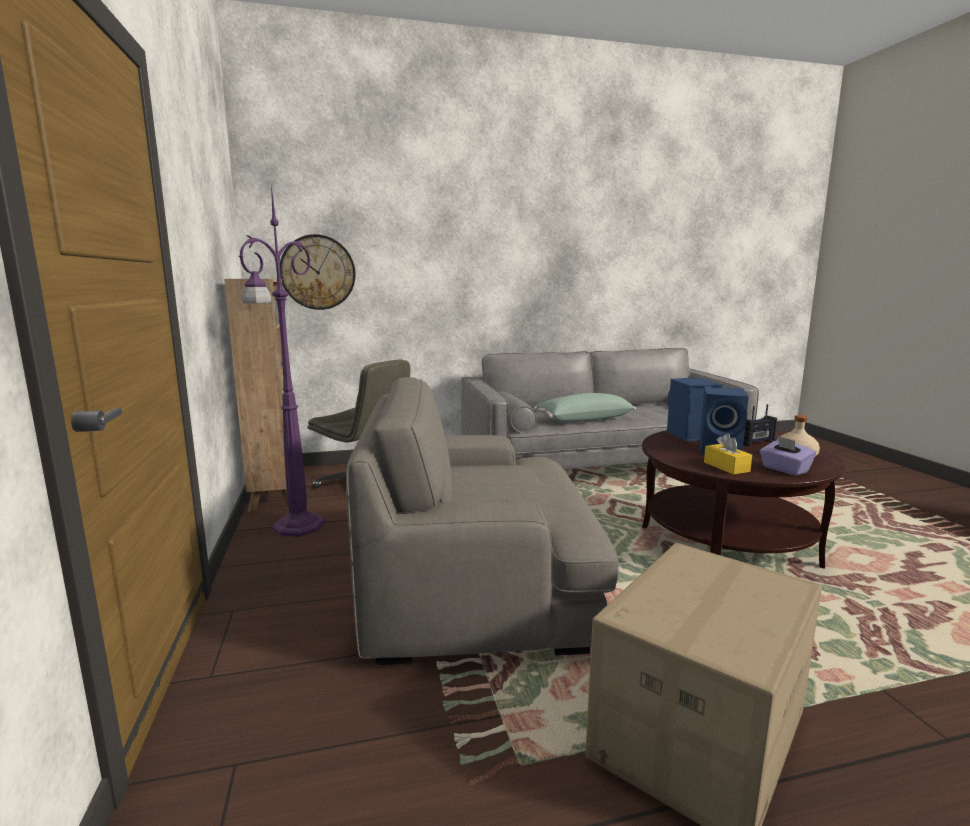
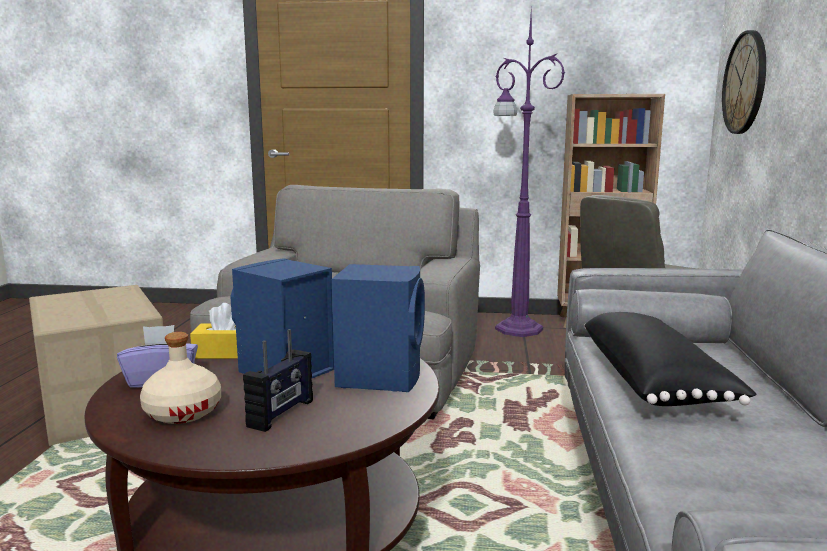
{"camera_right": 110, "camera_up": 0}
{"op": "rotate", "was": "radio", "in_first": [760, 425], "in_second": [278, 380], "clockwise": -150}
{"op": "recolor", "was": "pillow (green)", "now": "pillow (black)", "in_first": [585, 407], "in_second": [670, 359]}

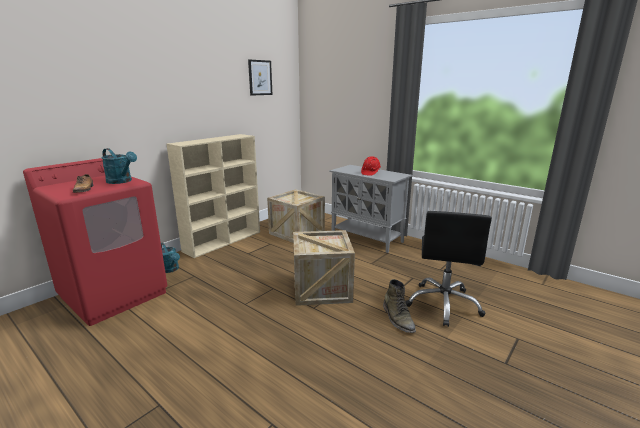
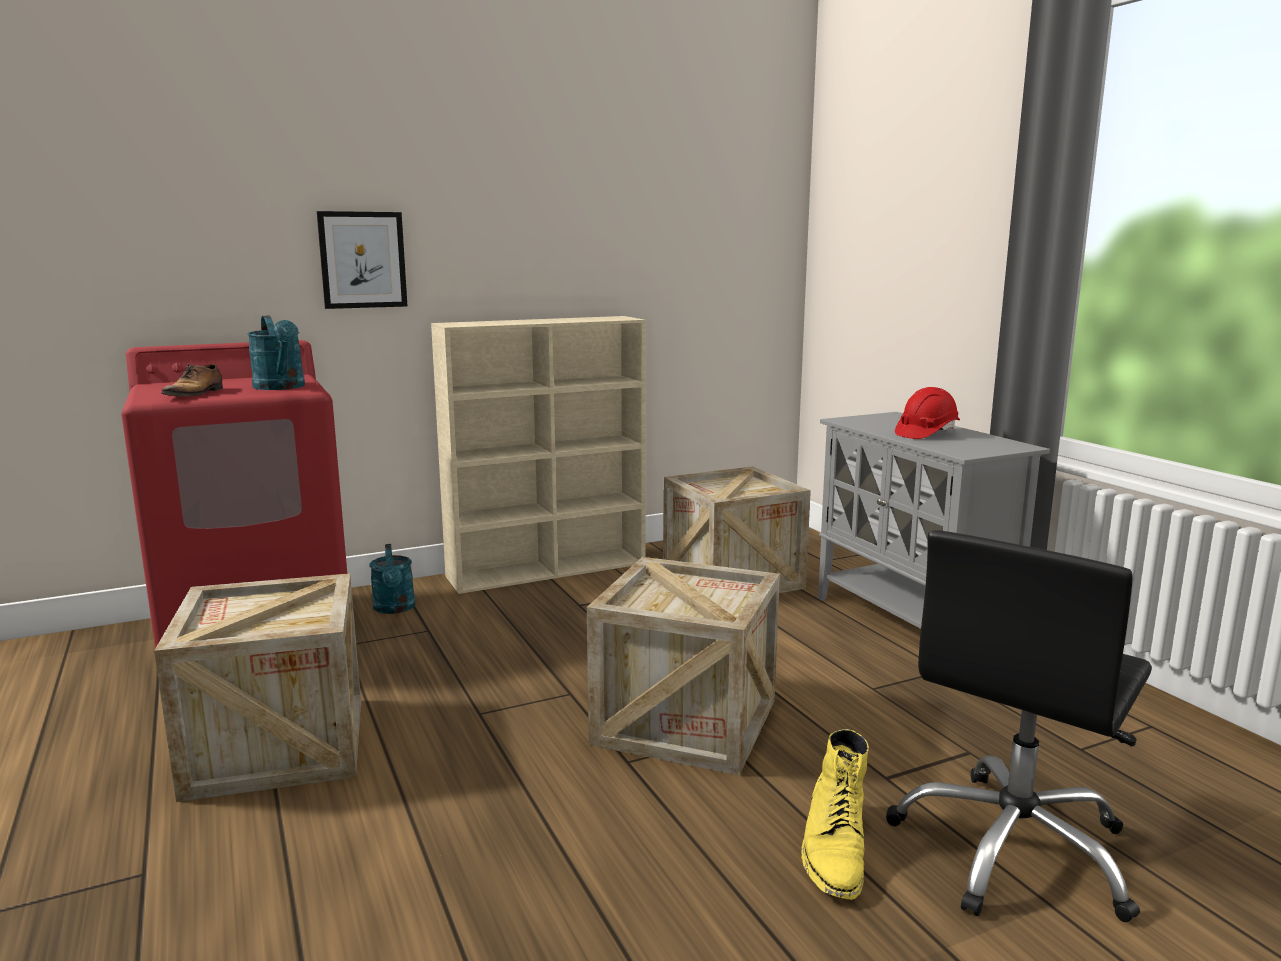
{"camera_right": 25, "camera_up": -5}
{"op": "insert", "now": "crate", "in_second": [257, 687]}
{"op": "move", "was": "picture", "in_first": [260, 77], "in_second": [362, 260]}
{"op": "recolor", "was": "boot (green)", "now": "boot (yellow)", "in_first": [399, 306], "in_second": [835, 814]}

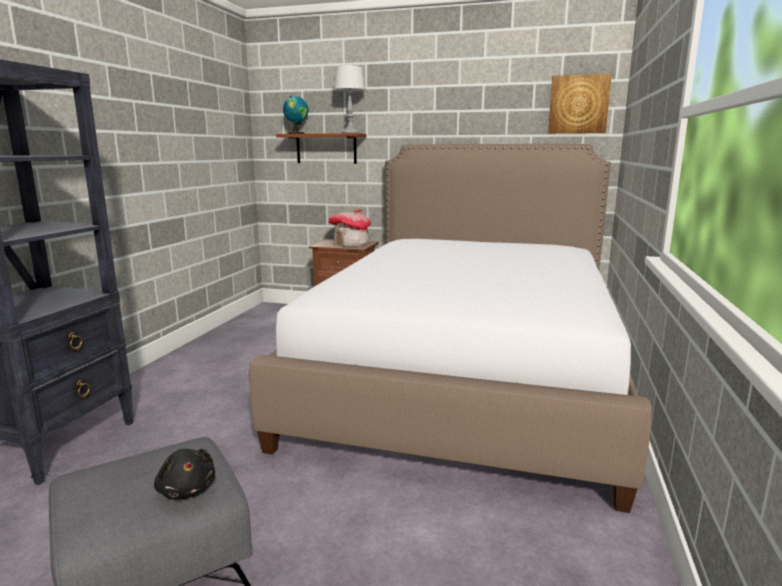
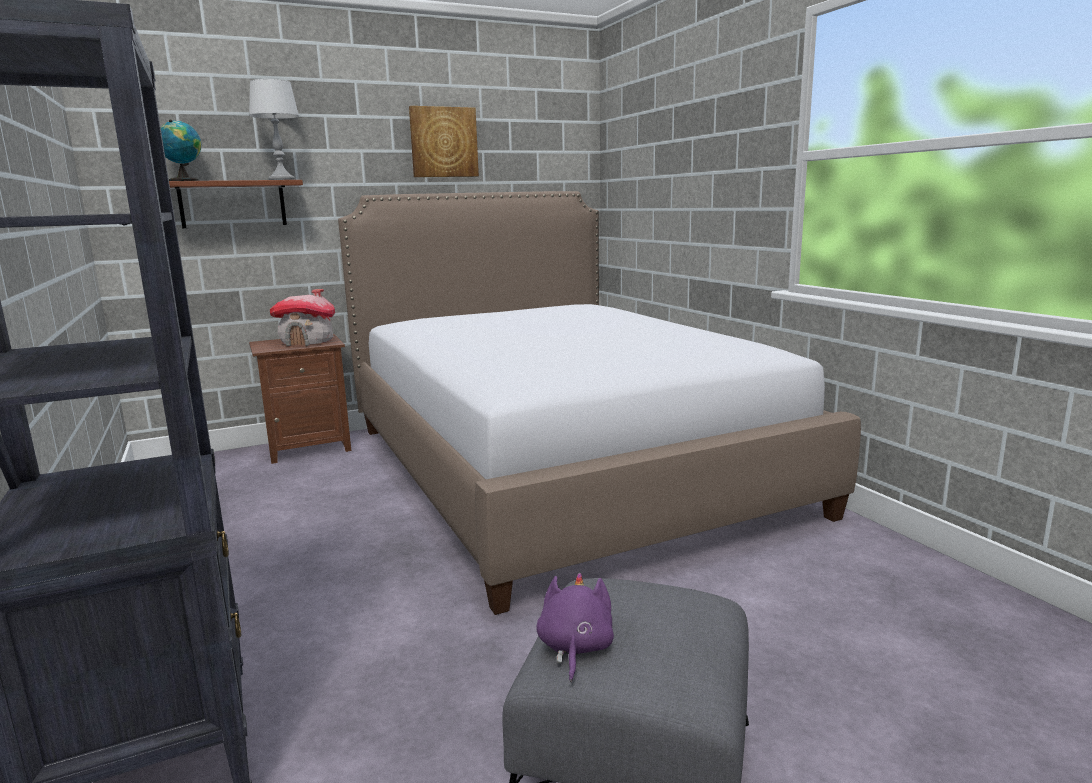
{"camera_right": -40, "camera_up": 0}
{"op": "move", "was": "picture", "in_first": [580, 103], "in_second": [444, 141]}
{"op": "insert", "now": "plush toy (purple)", "in_second": [575, 627]}
{"op": "delete", "was": "plush toy (black)", "in_first": [184, 474]}

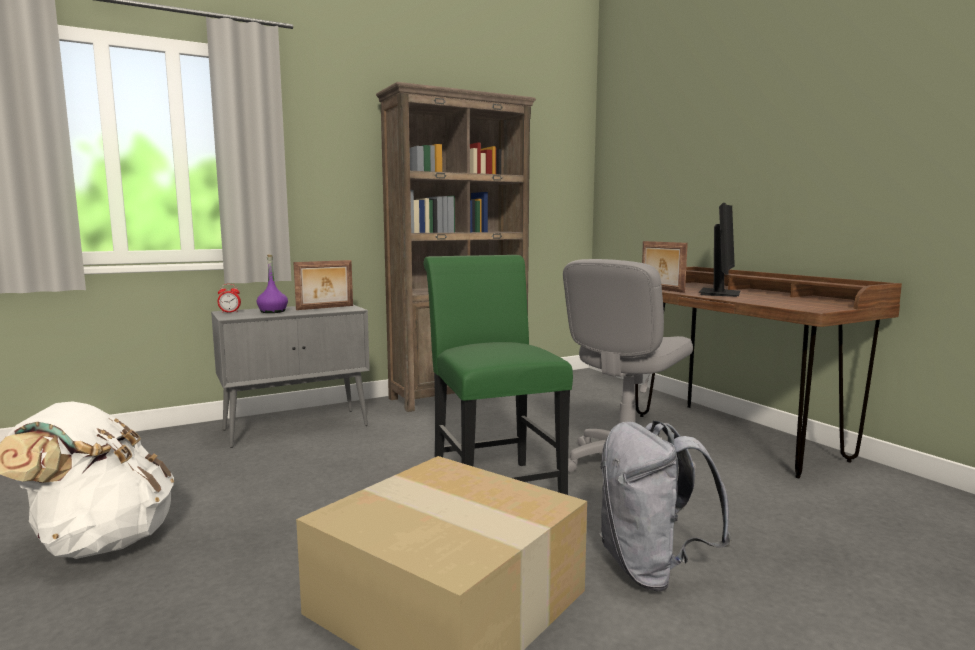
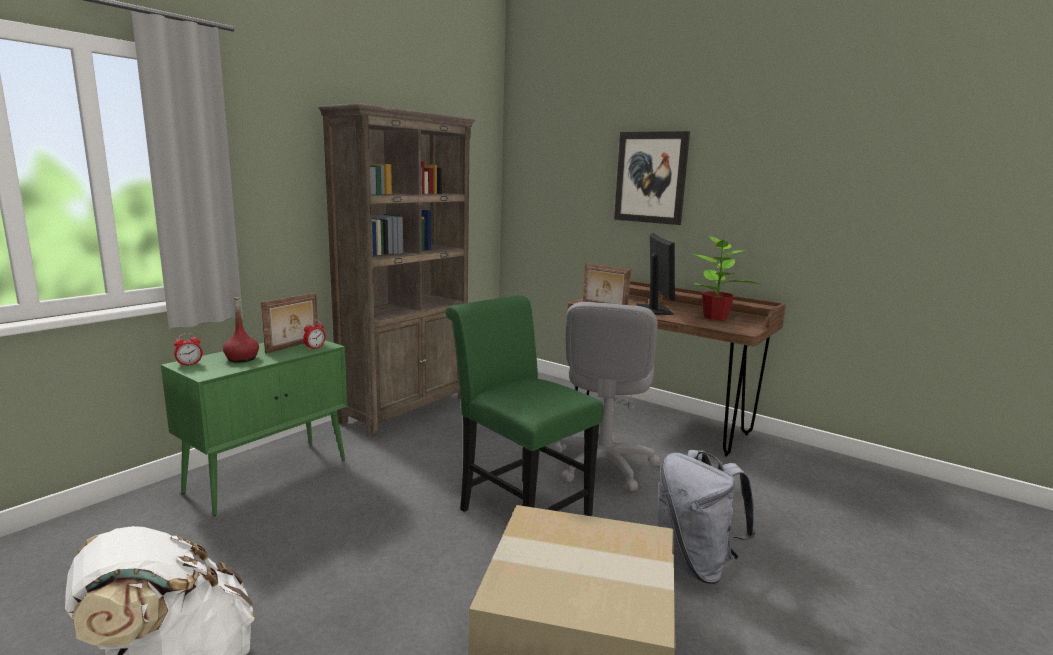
{"camera_right": -25, "camera_up": 5}
{"op": "recolor", "was": "cabinet (grey)", "now": "cabinet (green)", "in_first": [290, 376], "in_second": [254, 428]}
{"op": "recolor", "was": "bottle (purple)", "now": "bottle (red)", "in_first": [272, 284], "in_second": [241, 330]}
{"op": "insert", "now": "alarm clock", "in_second": [314, 335]}
{"op": "insert", "now": "picture", "in_second": [652, 178]}
{"op": "insert", "now": "potted plant", "in_second": [726, 277]}

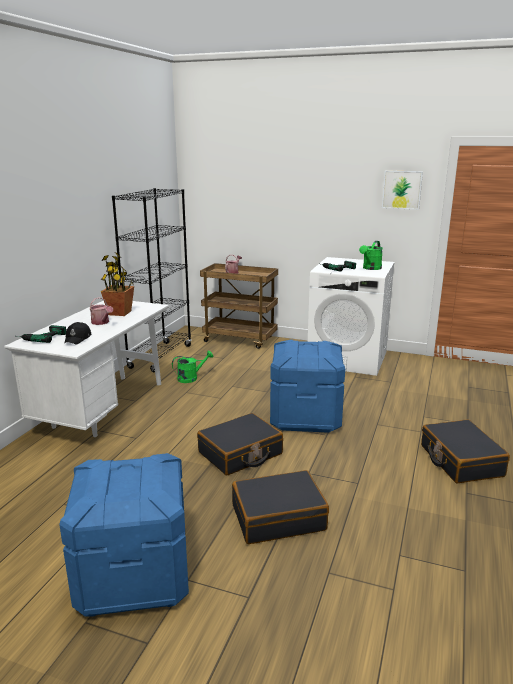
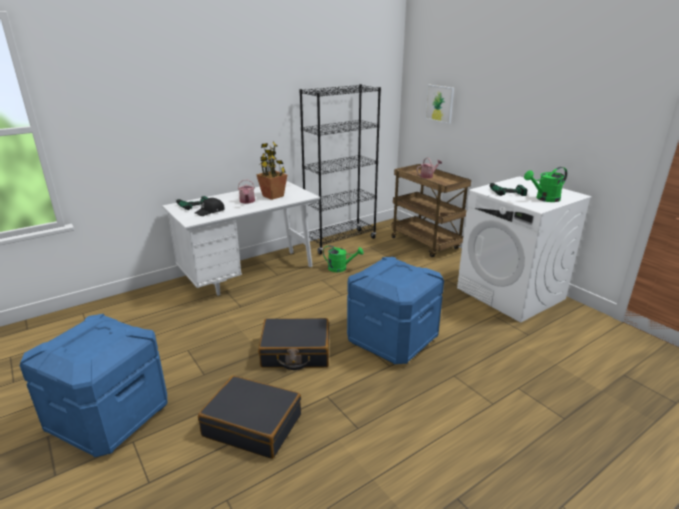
{"camera_right": 35, "camera_up": 5}
{"op": "move", "was": "picture", "in_first": [402, 190], "in_second": [439, 104]}
{"op": "delete", "was": "suitcase (black)", "in_first": [465, 451]}

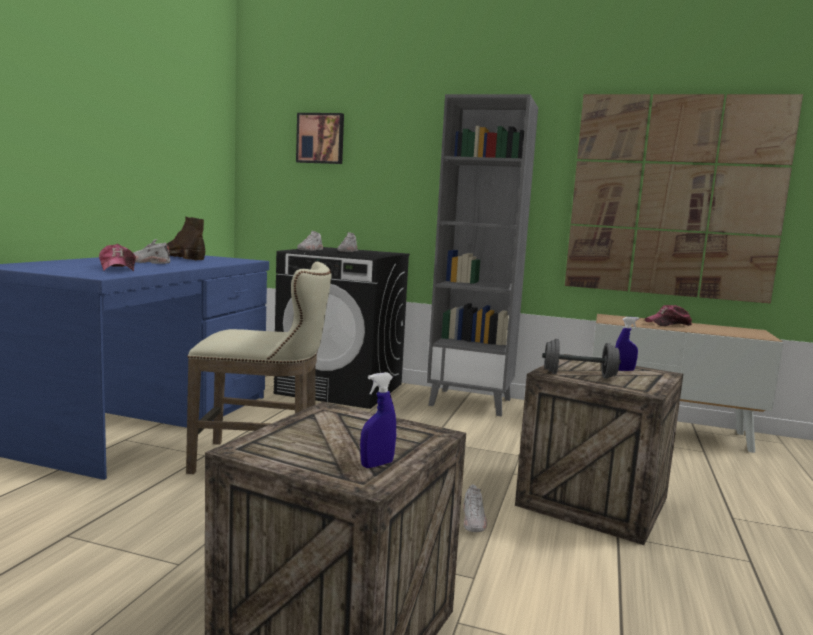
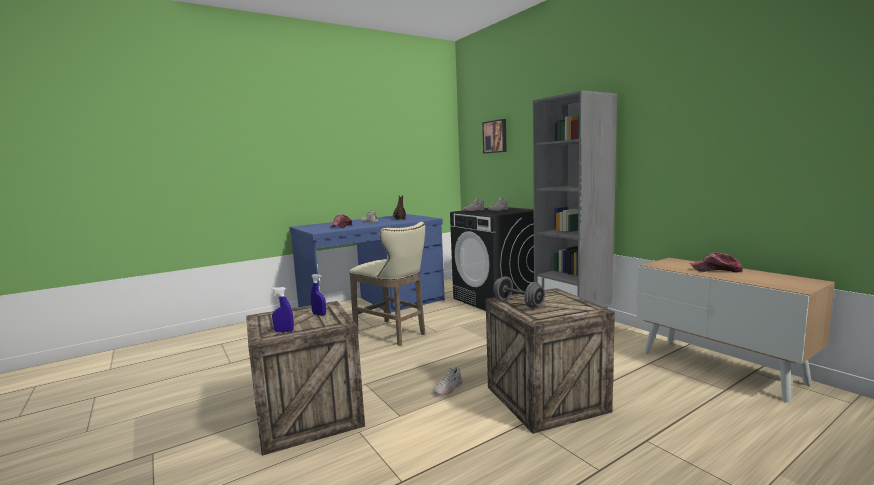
{"camera_right": 40, "camera_up": 0}
{"op": "move", "was": "spray bottle (blue)", "in_first": [627, 344], "in_second": [318, 295]}
{"op": "delete", "was": "picture", "in_first": [684, 199]}

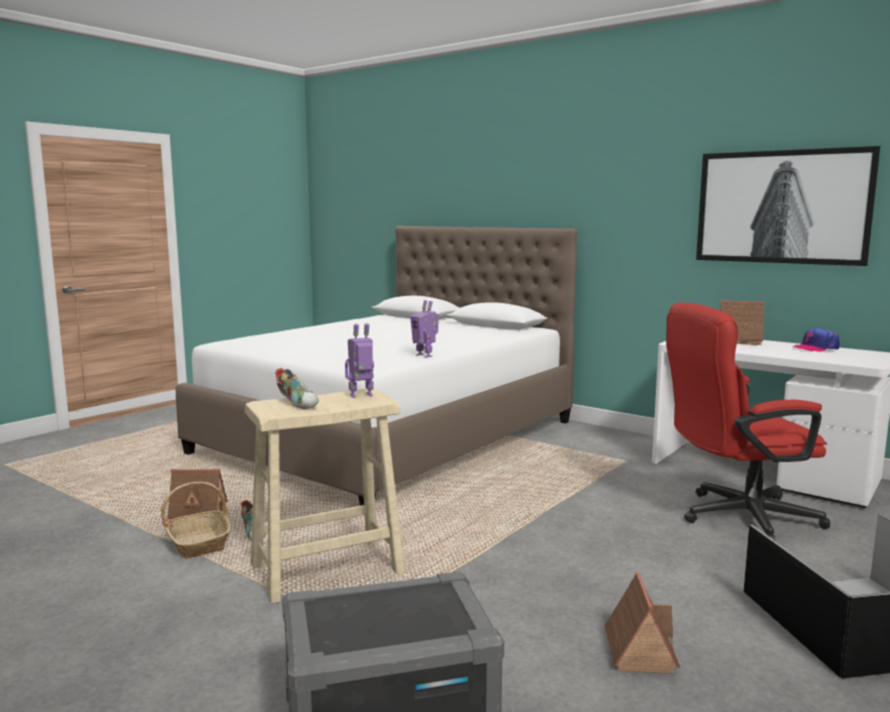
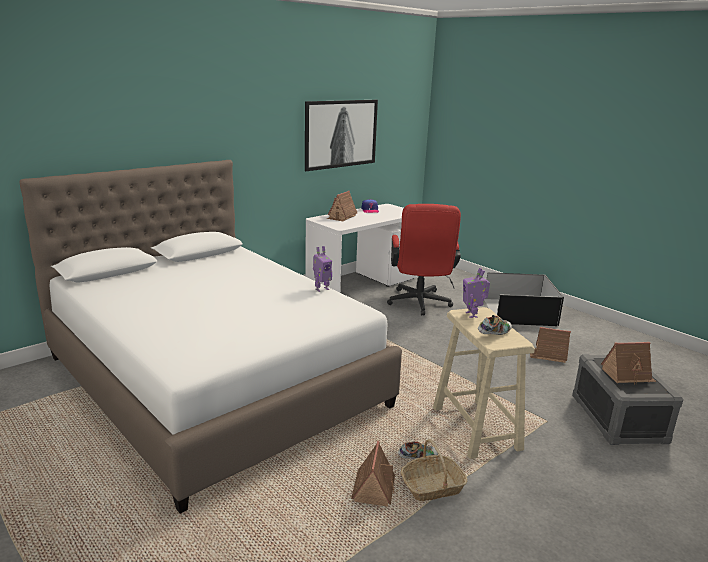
{"camera_right": -80, "camera_up": 10}
{"op": "insert", "now": "toy house", "in_second": [628, 363]}

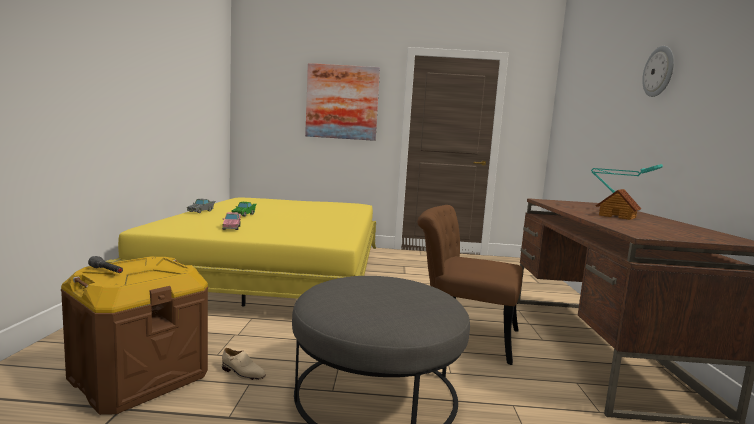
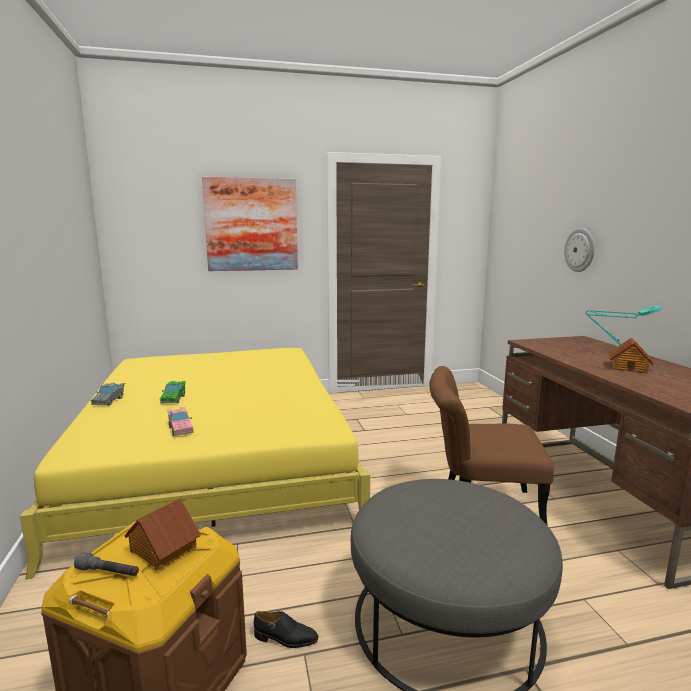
{"camera_right": -15, "camera_up": 5}
{"op": "insert", "now": "toy house", "in_second": [162, 534]}
{"op": "recolor", "was": "shoe (beige)", "now": "shoe (black)", "in_first": [244, 364], "in_second": [286, 629]}
{"op": "move", "was": "wall clock", "in_first": [658, 71], "in_second": [579, 250]}

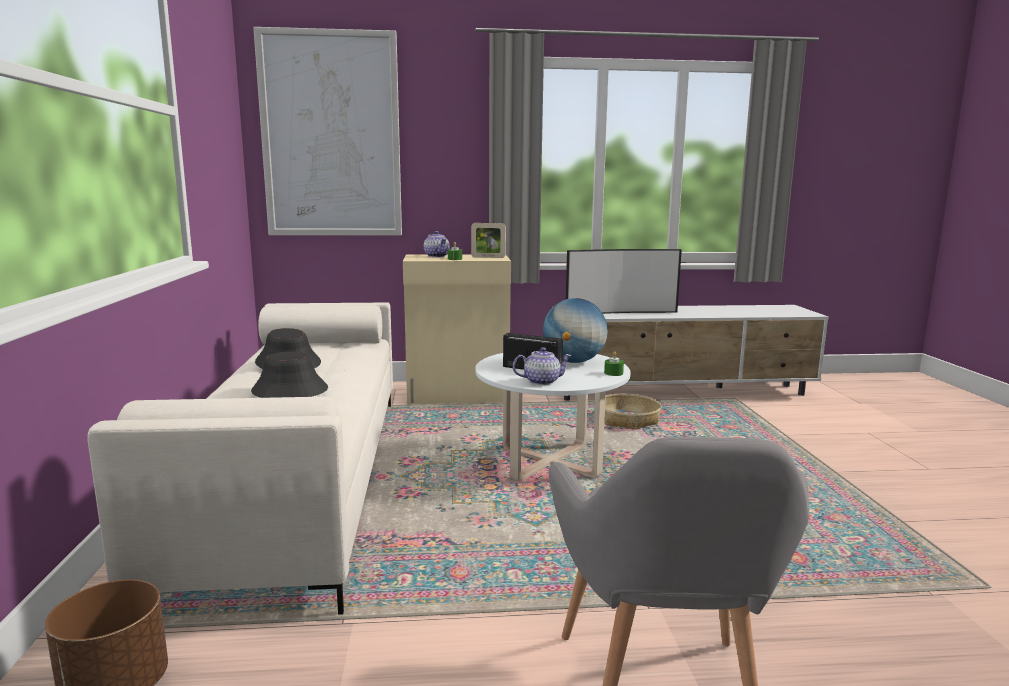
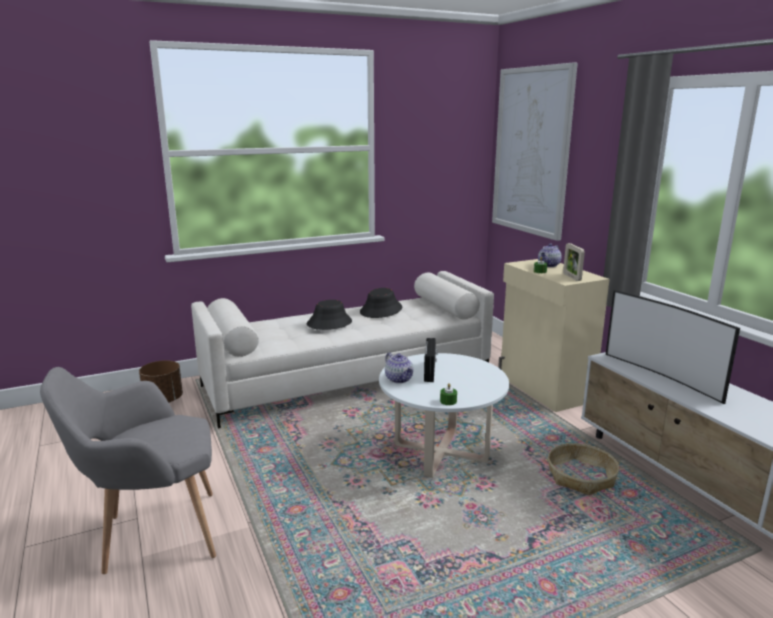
{"camera_right": 70, "camera_up": 5}
{"op": "delete", "was": "globe", "in_first": [575, 330]}

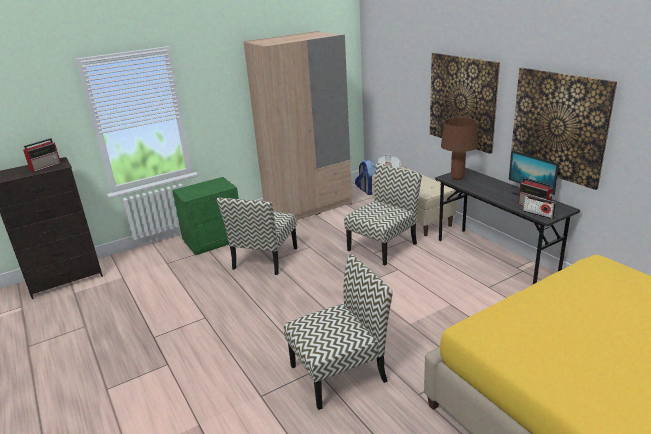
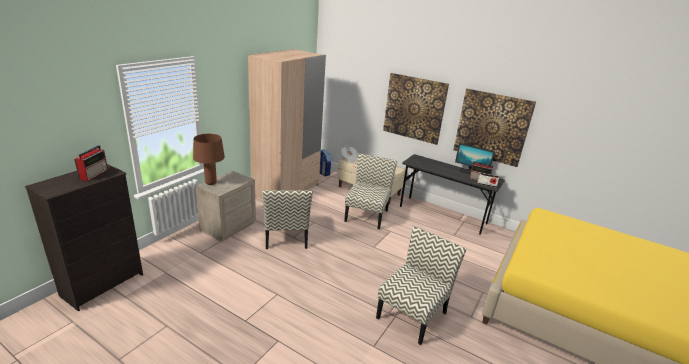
{"camera_right": -30, "camera_up": 0}
{"op": "move", "was": "table lamp (brown)", "in_first": [459, 148], "in_second": [209, 159]}
{"op": "recolor", "was": "nightstand (green)", "now": "nightstand (beige)", "in_first": [205, 216], "in_second": [225, 206]}

